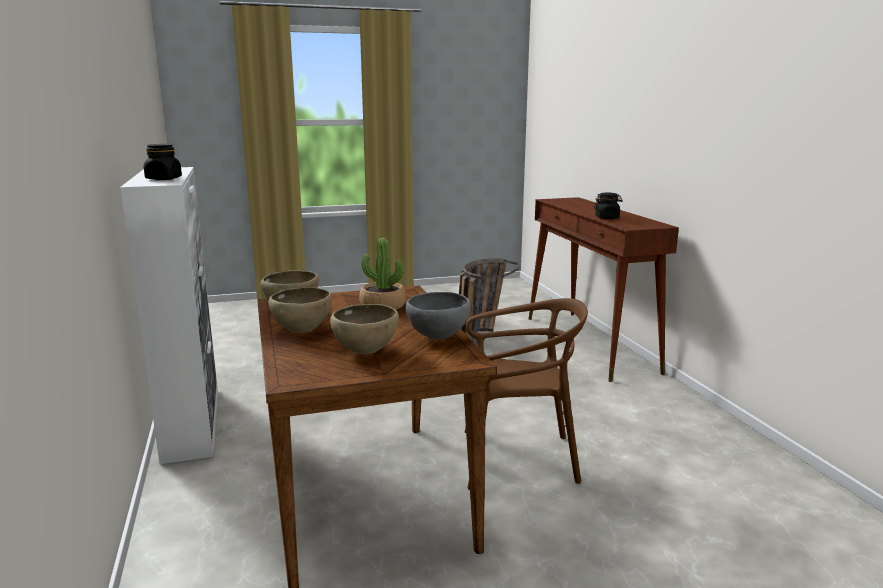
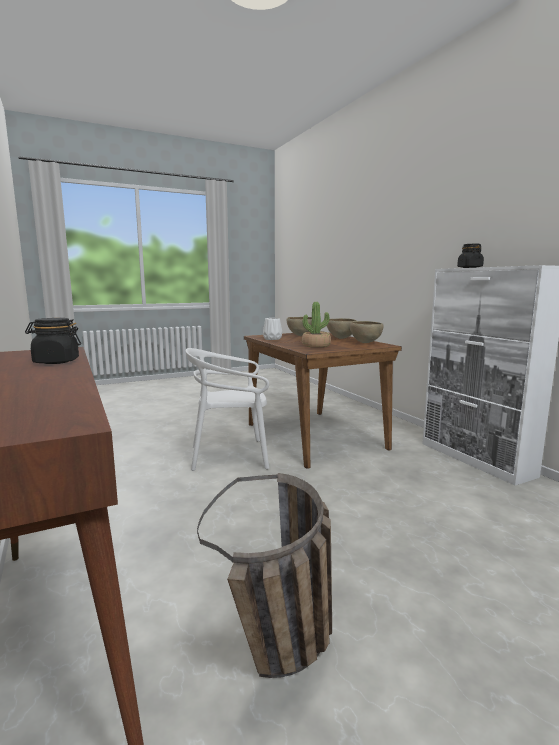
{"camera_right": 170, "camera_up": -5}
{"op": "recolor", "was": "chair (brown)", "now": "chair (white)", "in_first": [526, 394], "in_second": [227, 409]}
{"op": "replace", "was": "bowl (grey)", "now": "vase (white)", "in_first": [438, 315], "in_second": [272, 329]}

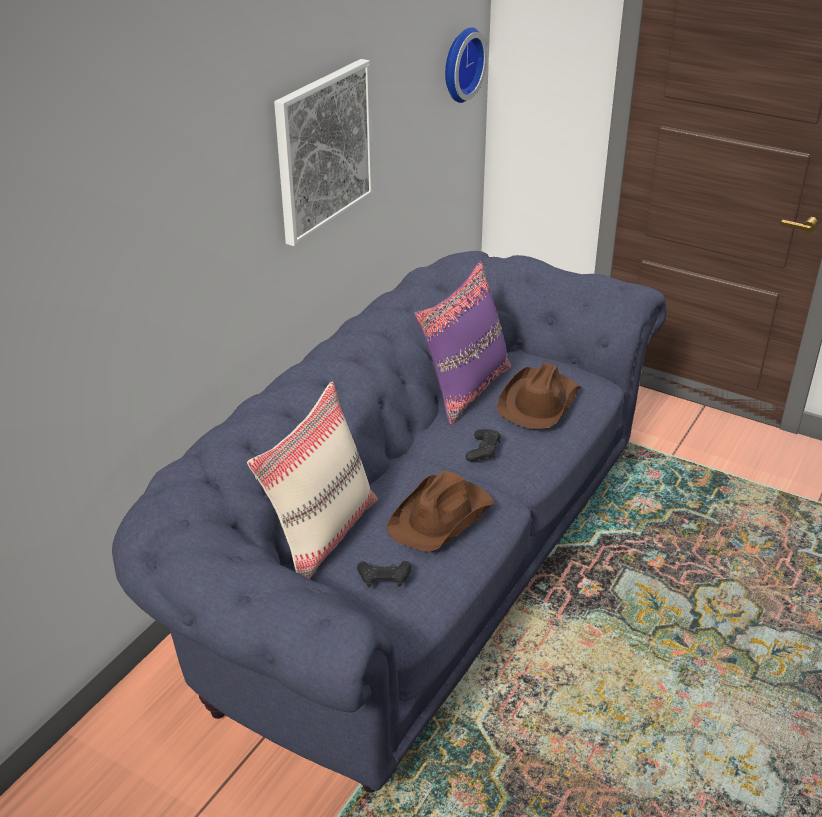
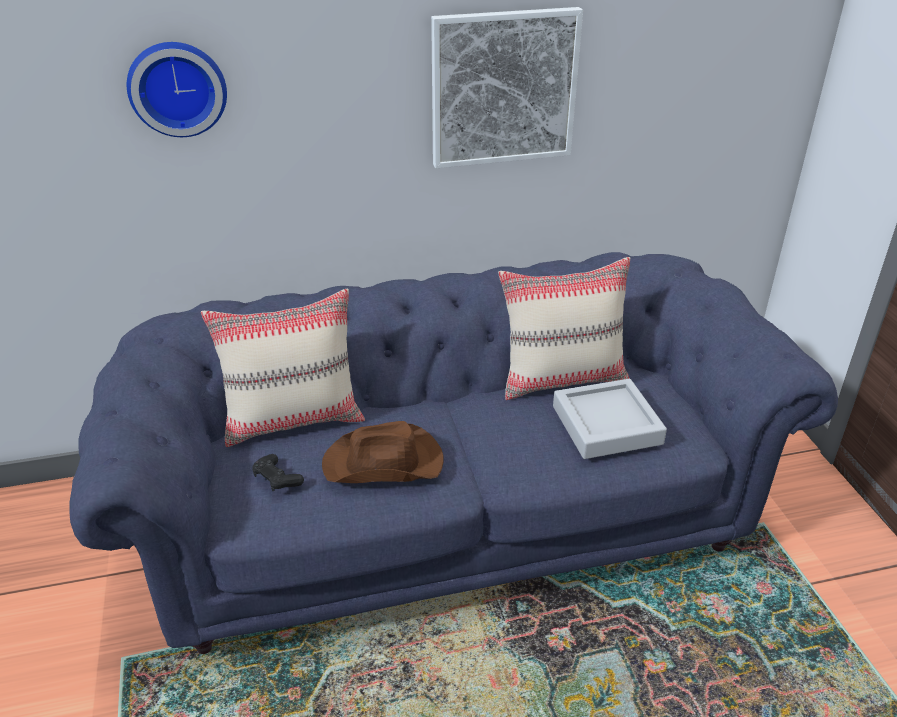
{"camera_right": 45, "camera_up": 0}
{"op": "move", "was": "wall clock", "in_first": [466, 65], "in_second": [177, 89]}
{"op": "recolor", "was": "pillow (purple)", "now": "pillow (beige)", "in_first": [462, 343], "in_second": [564, 328]}
{"op": "replace", "was": "hat (brown)", "now": "tray (grey)", "in_first": [539, 395], "in_second": [610, 419]}
{"op": "delete", "was": "game controller (black)", "in_first": [483, 445]}

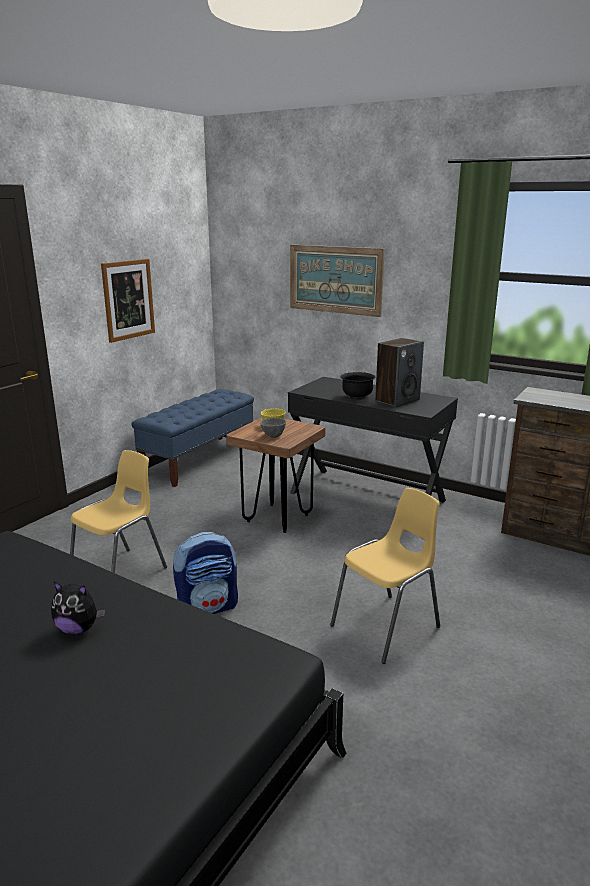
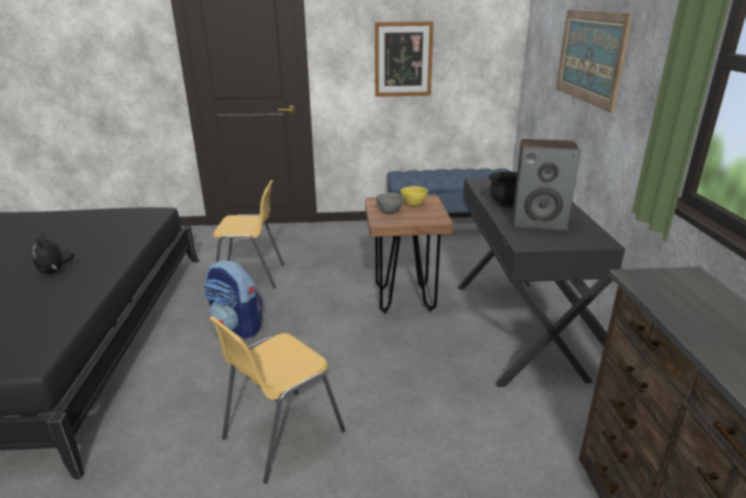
{"camera_right": 55, "camera_up": 5}
{"op": "rotate", "was": "chair (yellow)", "in_first": [385, 576], "in_second": [277, 400], "clockwise": 120}

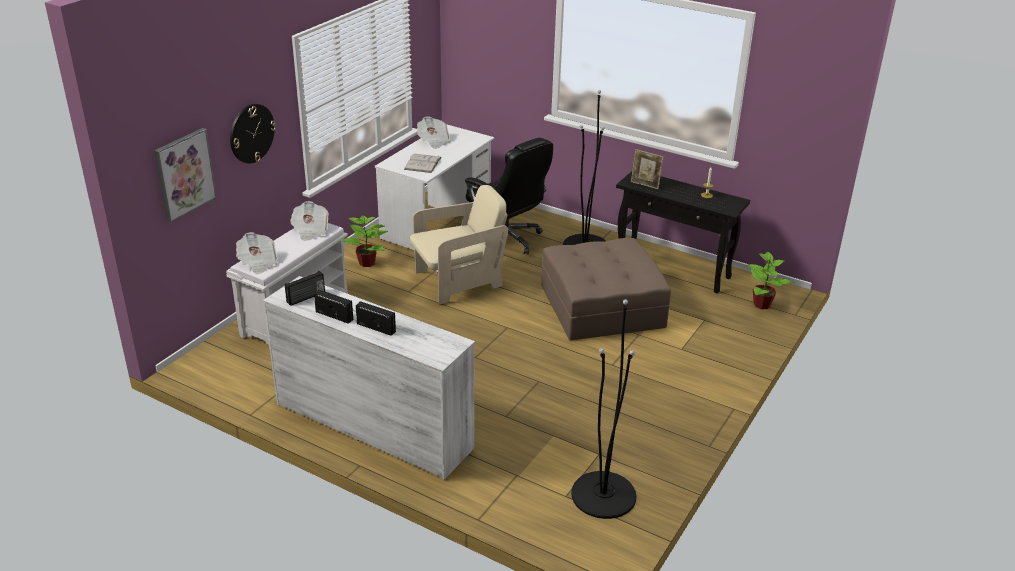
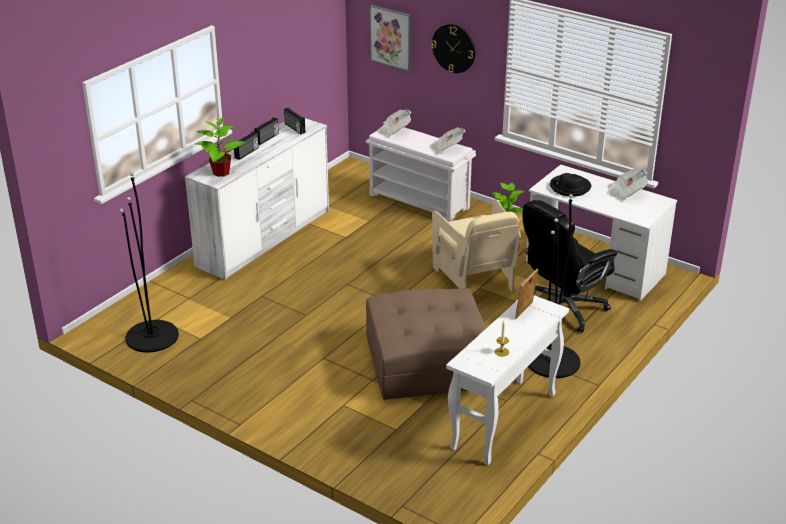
{"camera_right": 95, "camera_up": 0}
{"op": "move", "was": "potted plant", "in_first": [770, 280], "in_second": [221, 147]}
{"op": "recolor", "was": "console table (black)", "now": "console table (white)", "in_first": [683, 232], "in_second": [507, 380]}
{"op": "replace", "was": "book (white)", "now": "hat (black)", "in_first": [423, 163], "in_second": [570, 185]}

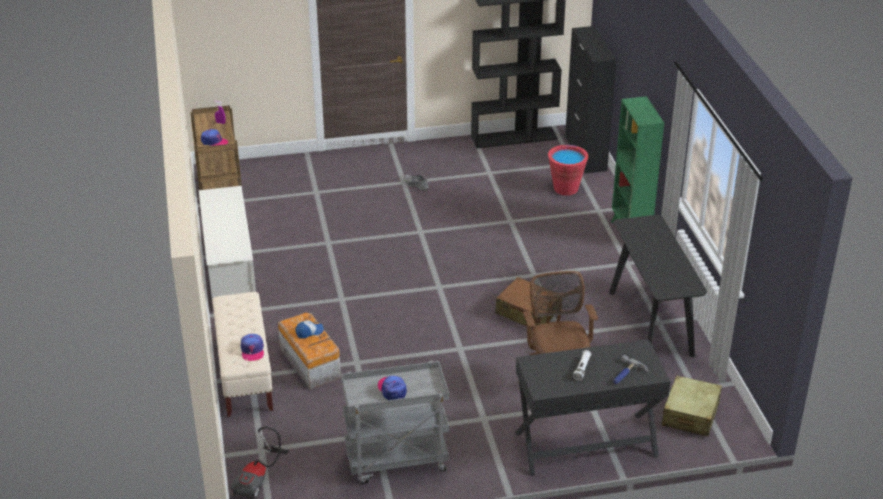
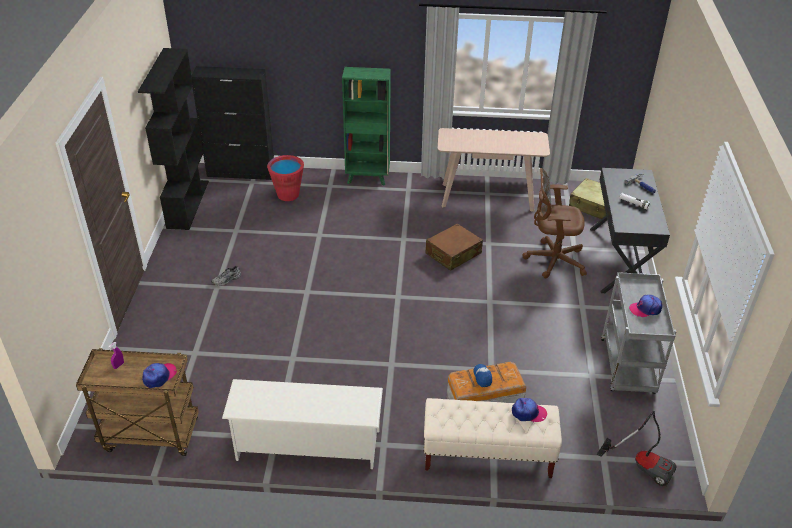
{"camera_right": -75, "camera_up": 5}
{"op": "recolor", "was": "console table (black)", "now": "console table (beige)", "in_first": [658, 286], "in_second": [494, 170]}

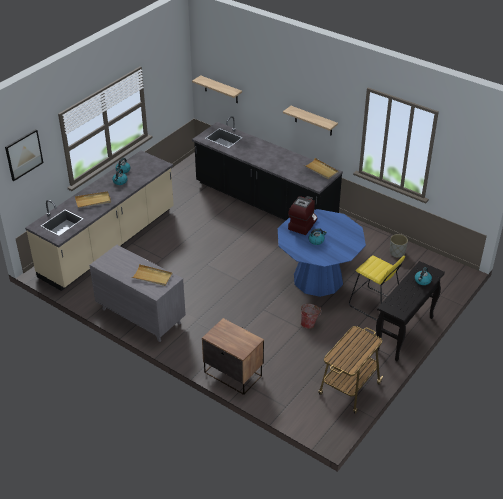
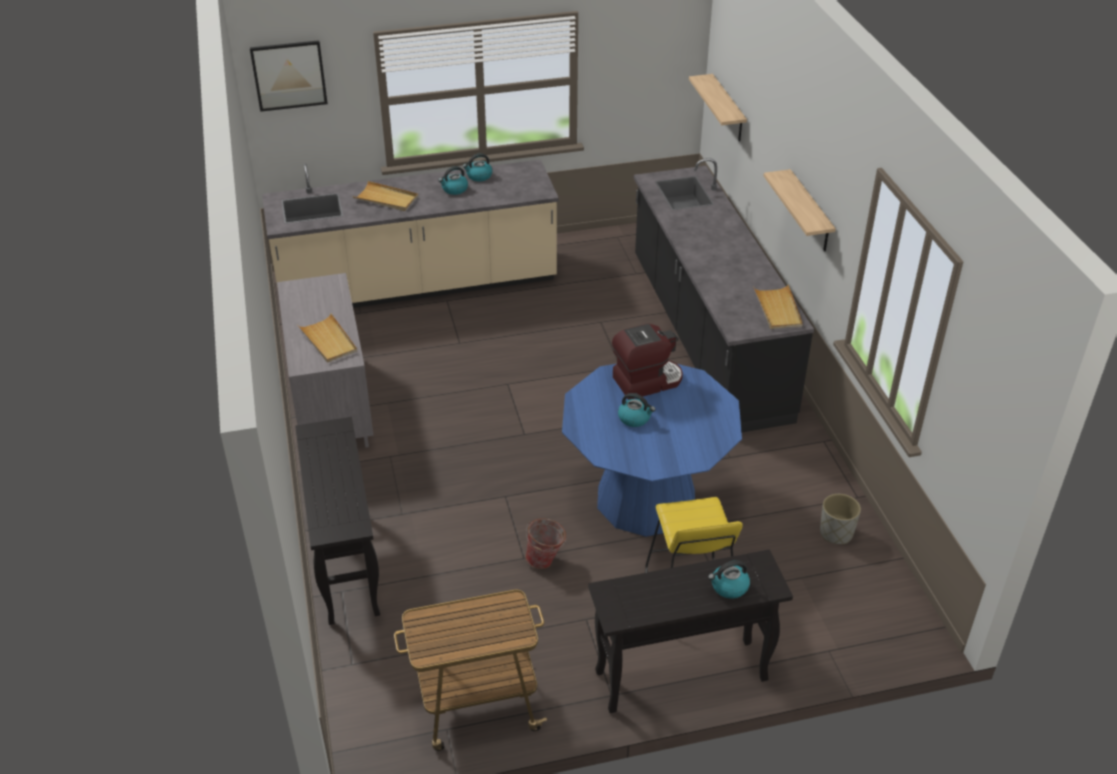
{"camera_right": 40, "camera_up": 0}
{"op": "replace", "was": "nightstand", "now": "console table (black)", "in_first": [233, 356], "in_second": [337, 521]}

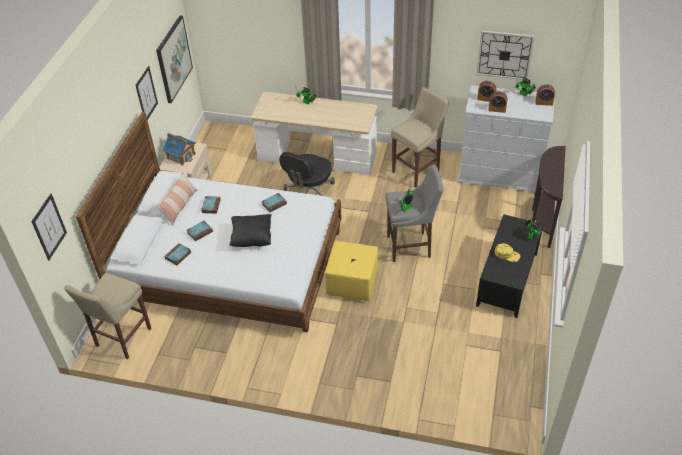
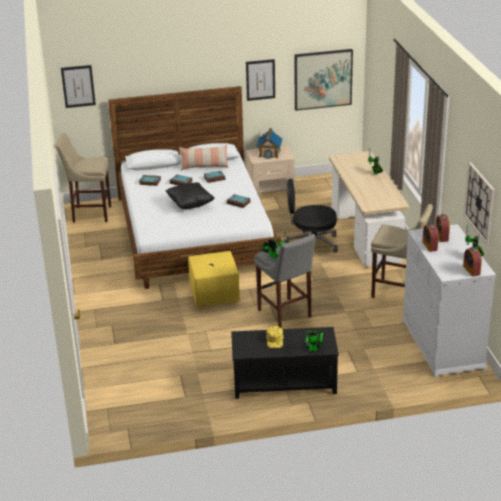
{"camera_right": 65, "camera_up": -15}
{"op": "delete", "was": "console table (brown)", "in_first": [549, 197]}

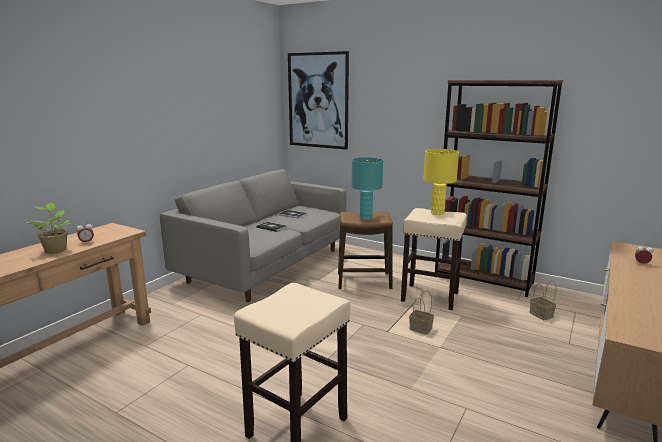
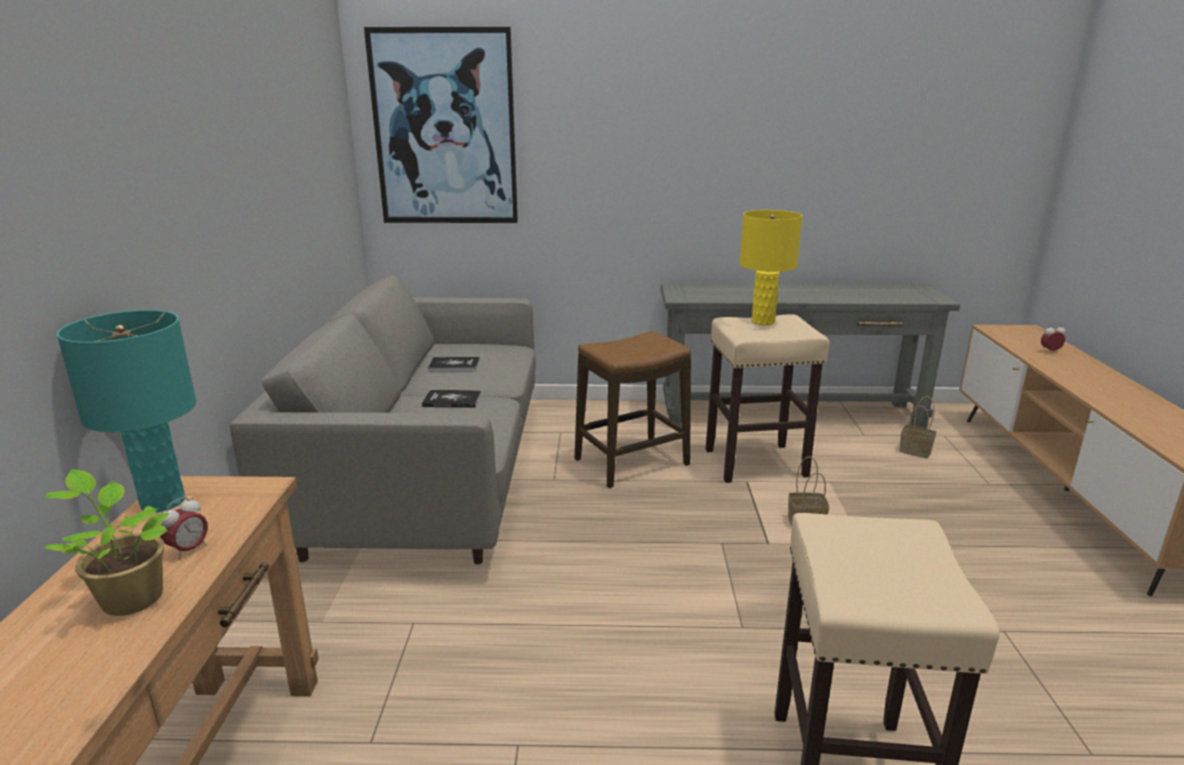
{"camera_right": -30, "camera_up": 5}
{"op": "move", "was": "table lamp (turquoise)", "in_first": [367, 188], "in_second": [126, 411]}
{"op": "replace", "was": "bookcase (brown)", "now": "console table (grey)", "in_first": [499, 188], "in_second": [810, 356]}

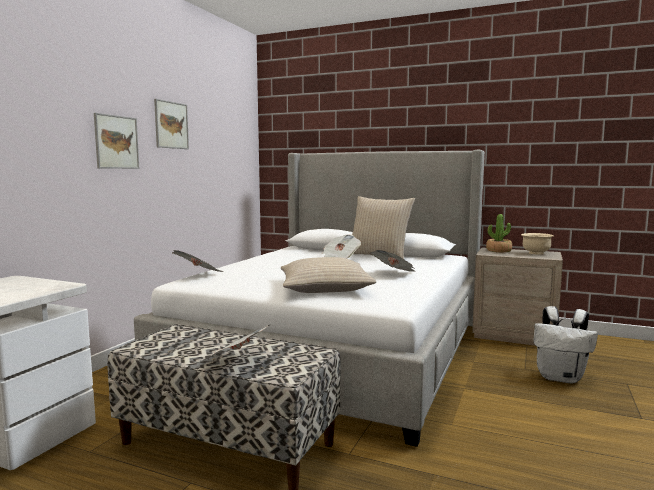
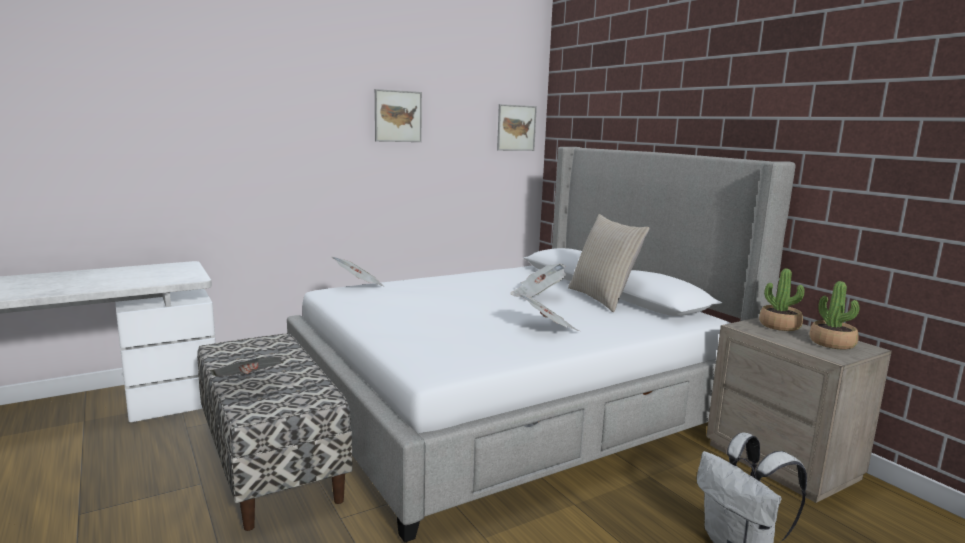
{"camera_right": 35, "camera_up": 5}
{"op": "move", "was": "picture", "in_first": [116, 141], "in_second": [517, 127]}
{"op": "replace", "was": "bowl (beige)", "now": "potted plant", "in_first": [537, 243], "in_second": [834, 315]}
{"op": "delete", "was": "pillow (beige)", "in_first": [328, 275]}

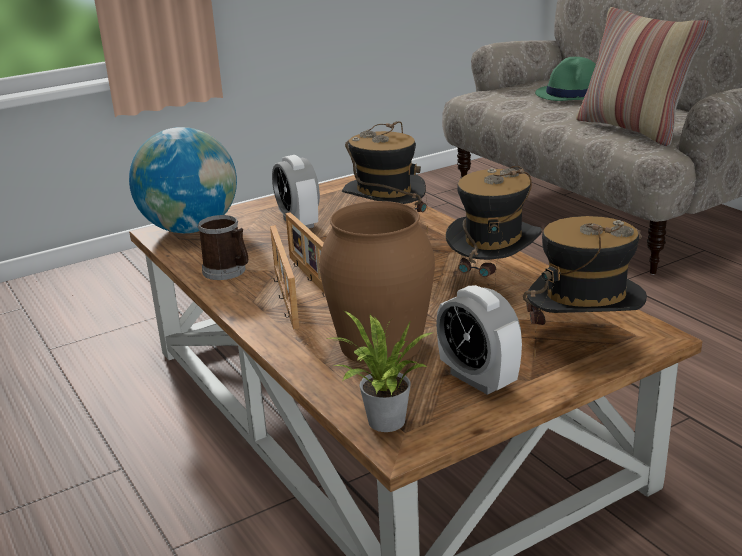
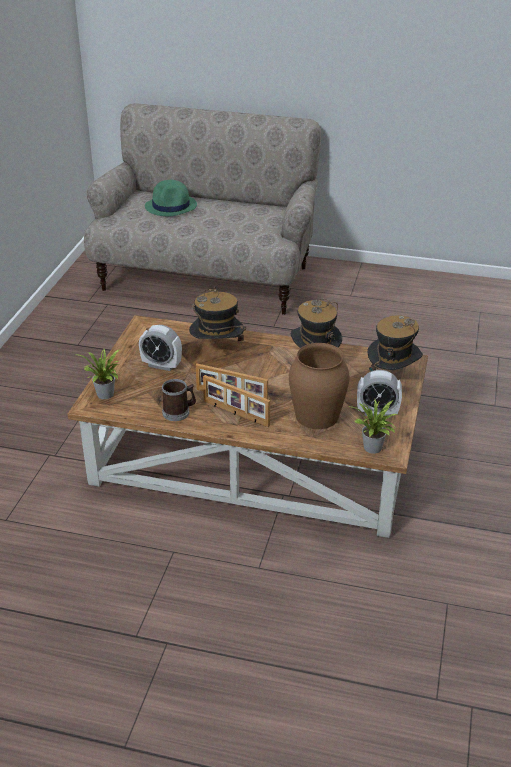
{"camera_right": -45, "camera_up": 10}
{"op": "replace", "was": "globe", "now": "potted plant", "in_first": [183, 180], "in_second": [97, 374]}
{"op": "delete", "was": "pillow", "in_first": [642, 77]}

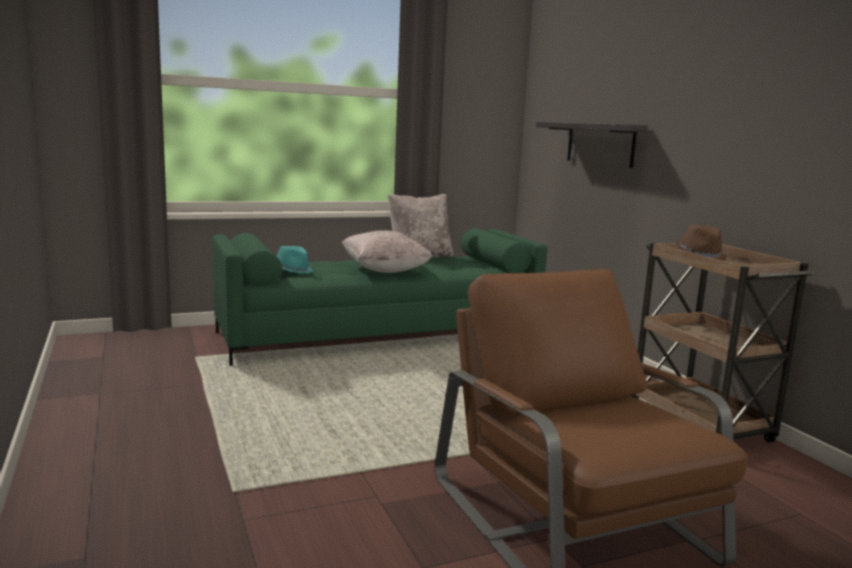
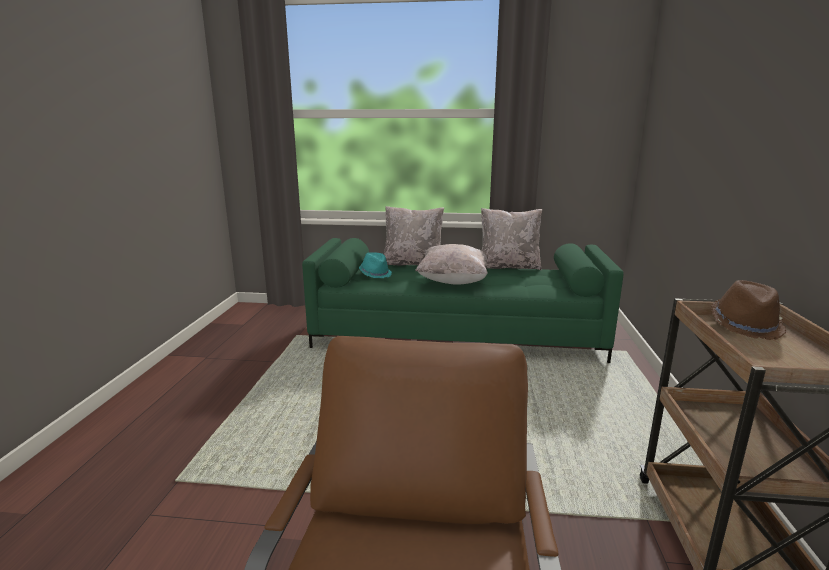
{"camera_right": 30, "camera_up": 5}
{"op": "insert", "now": "pillow (beige)", "in_second": [414, 236]}
{"op": "delete", "was": "shelf", "in_first": [592, 145]}

